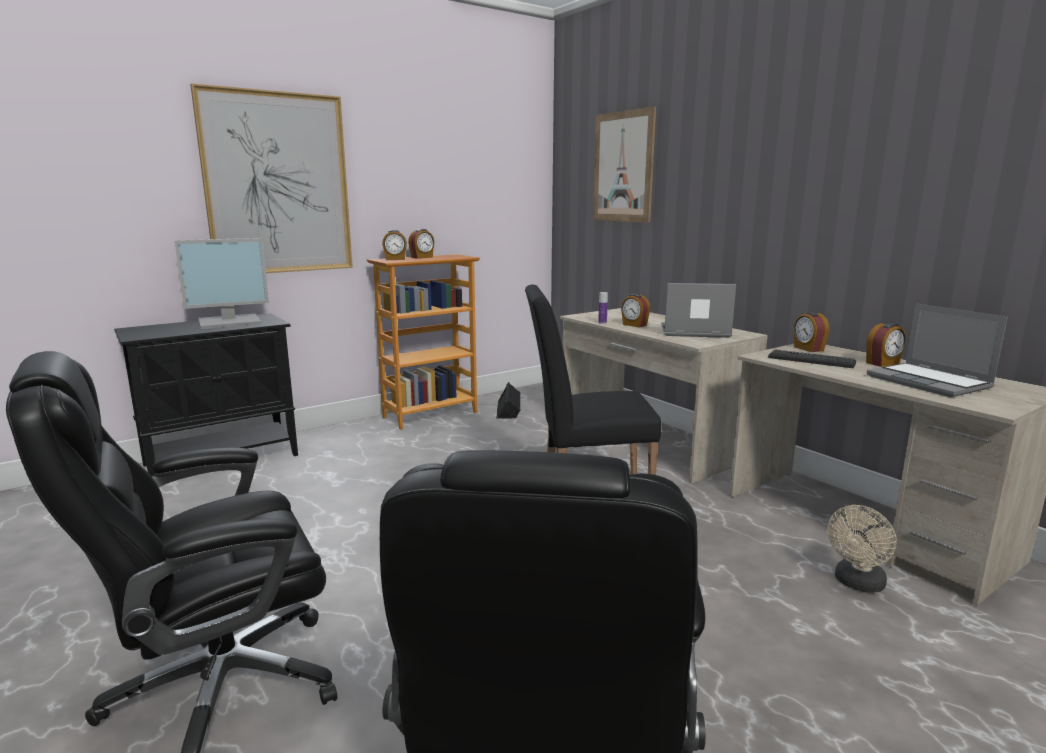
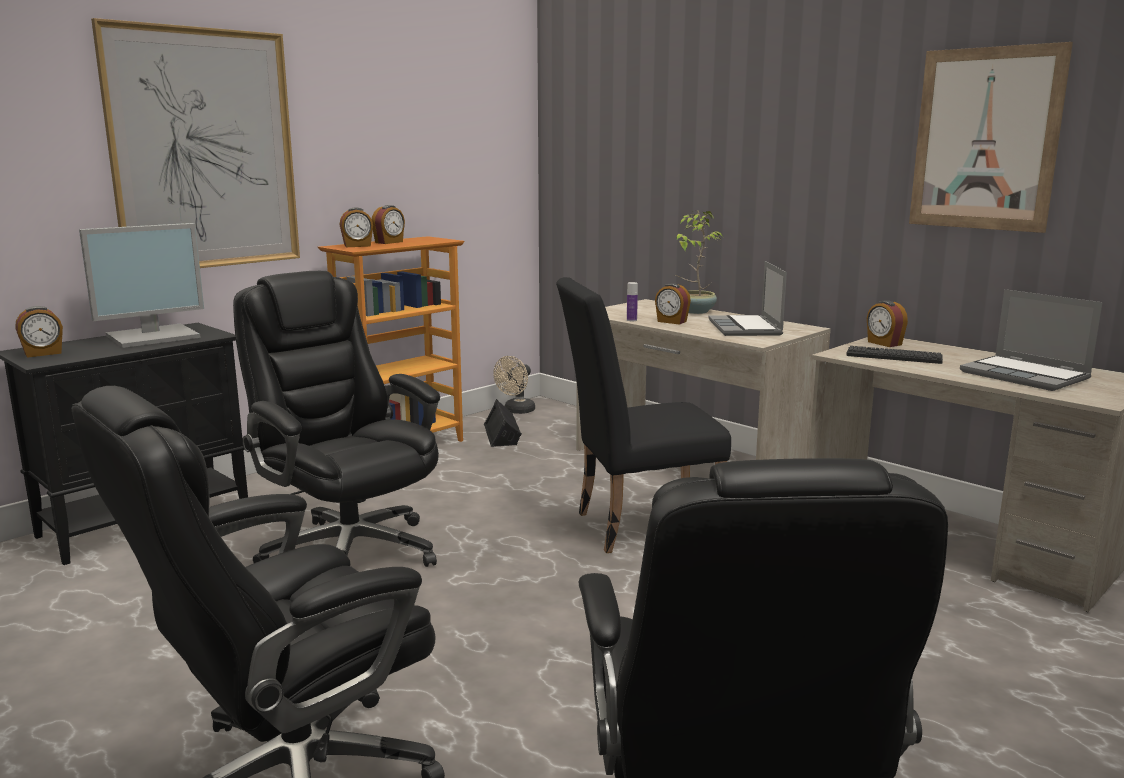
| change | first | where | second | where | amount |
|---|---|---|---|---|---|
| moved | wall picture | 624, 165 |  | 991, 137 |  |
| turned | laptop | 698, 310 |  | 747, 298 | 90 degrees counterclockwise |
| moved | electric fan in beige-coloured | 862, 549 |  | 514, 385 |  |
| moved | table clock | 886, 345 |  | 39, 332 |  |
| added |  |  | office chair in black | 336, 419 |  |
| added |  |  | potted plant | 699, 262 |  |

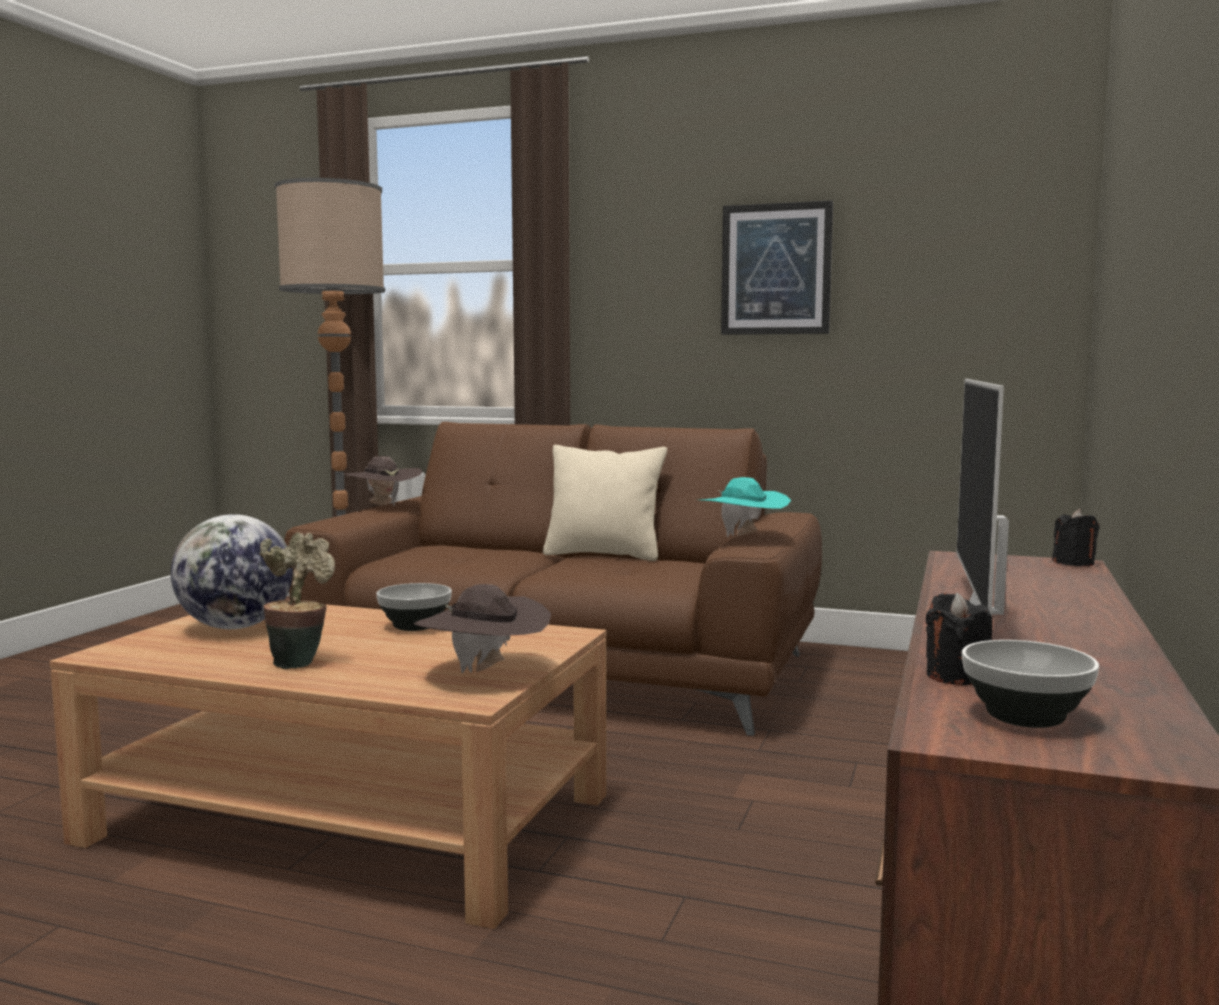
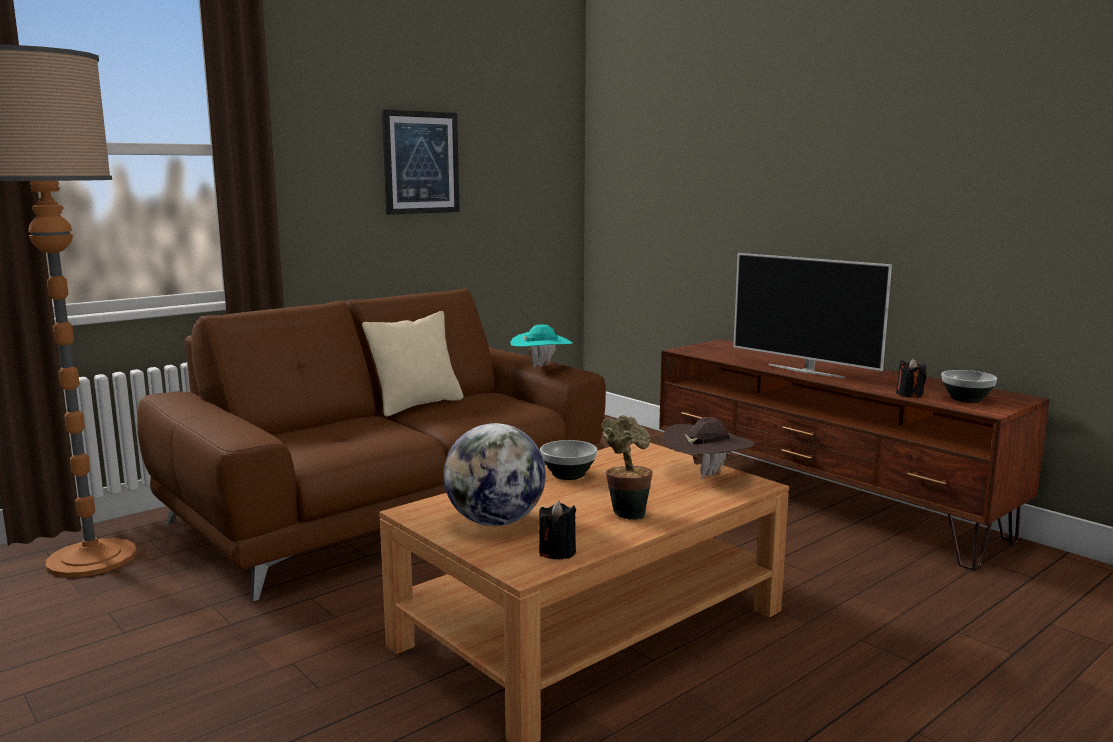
| change | first | where | second | where | amount |
|---|---|---|---|---|---|
| removed | hat in brown | 383, 481 |  |  |  |
| moved | wax candle in black | 1075, 537 |  | 557, 530 |  |

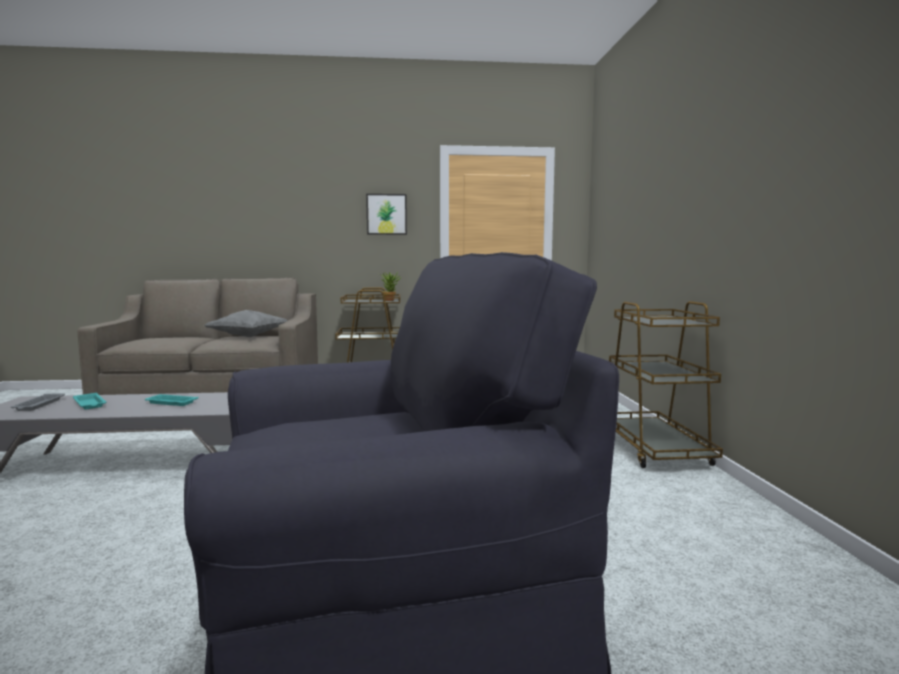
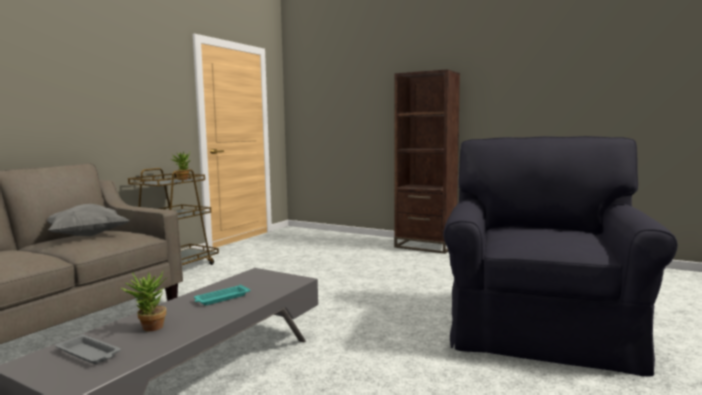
| change | first | where | second | where | amount |
|---|---|---|---|---|---|
| replaced | serving tray in blue-green | 89, 401 | potted plant | 143, 301 |  |
| removed | wall picture | 386, 214 |  |  |  |
| replaced | wheeled cart in brown | 666, 384 | bookcase in brown | 427, 161 |  |

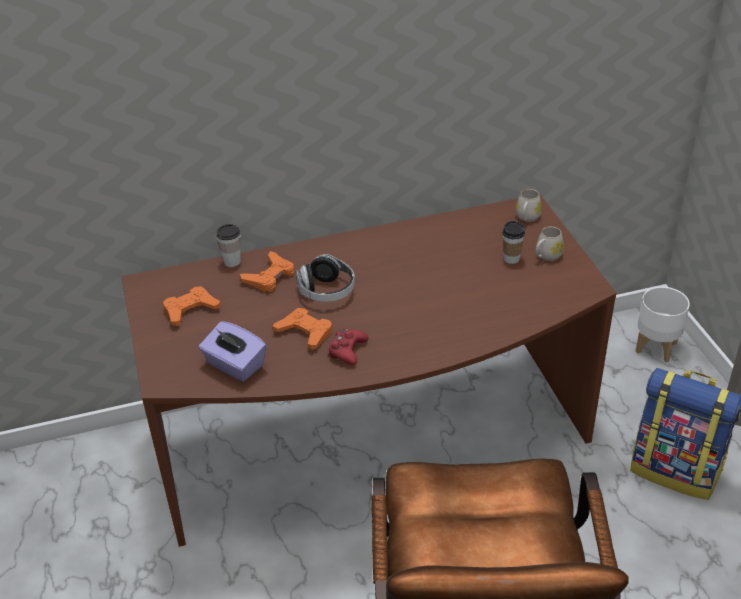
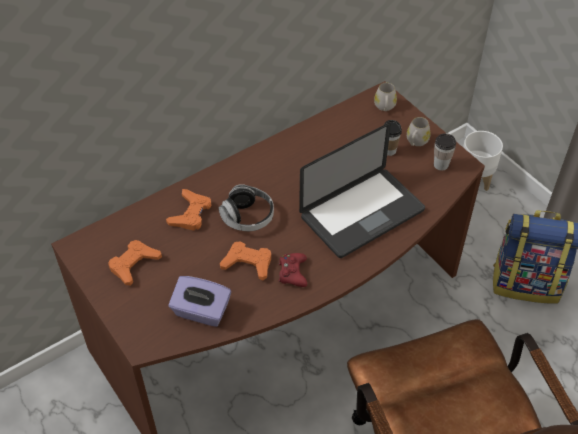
| change | first | where | second | where | amount |
|---|---|---|---|---|---|
| moved | small cup | 228, 245 |  | 445, 152 |  |
| added |  |  | laptop | 362, 190 |  |

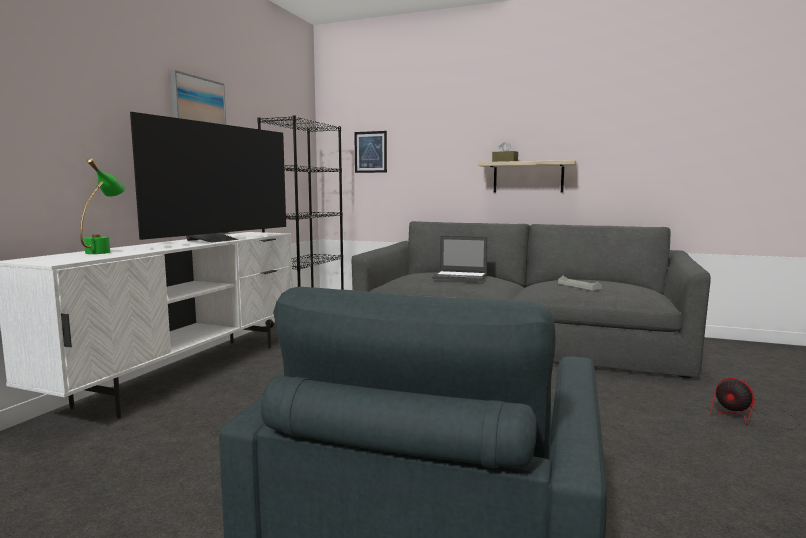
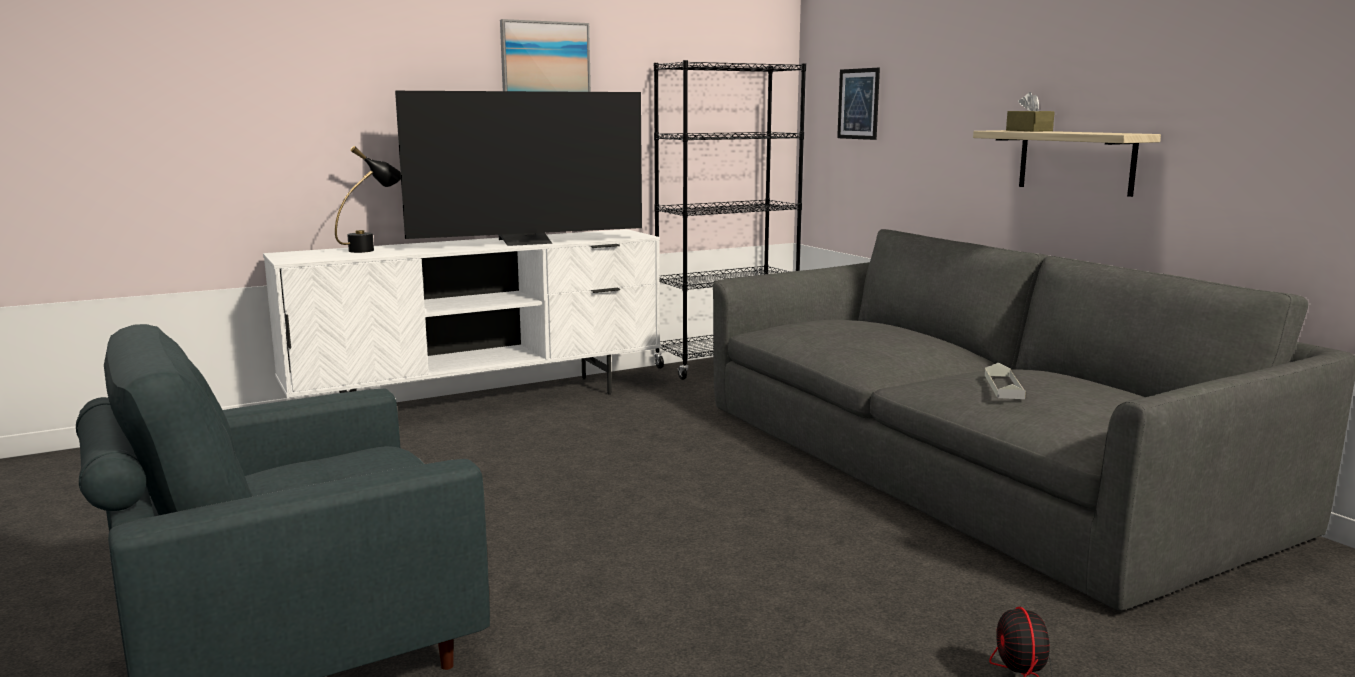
| change | first | where | second | where | amount |
|---|---|---|---|---|---|
| recoloured | lamp for a table in green | 102, 206 | lamp for a table in black | 368, 199 |  |
| removed | laptop | 460, 258 |  |  |  |

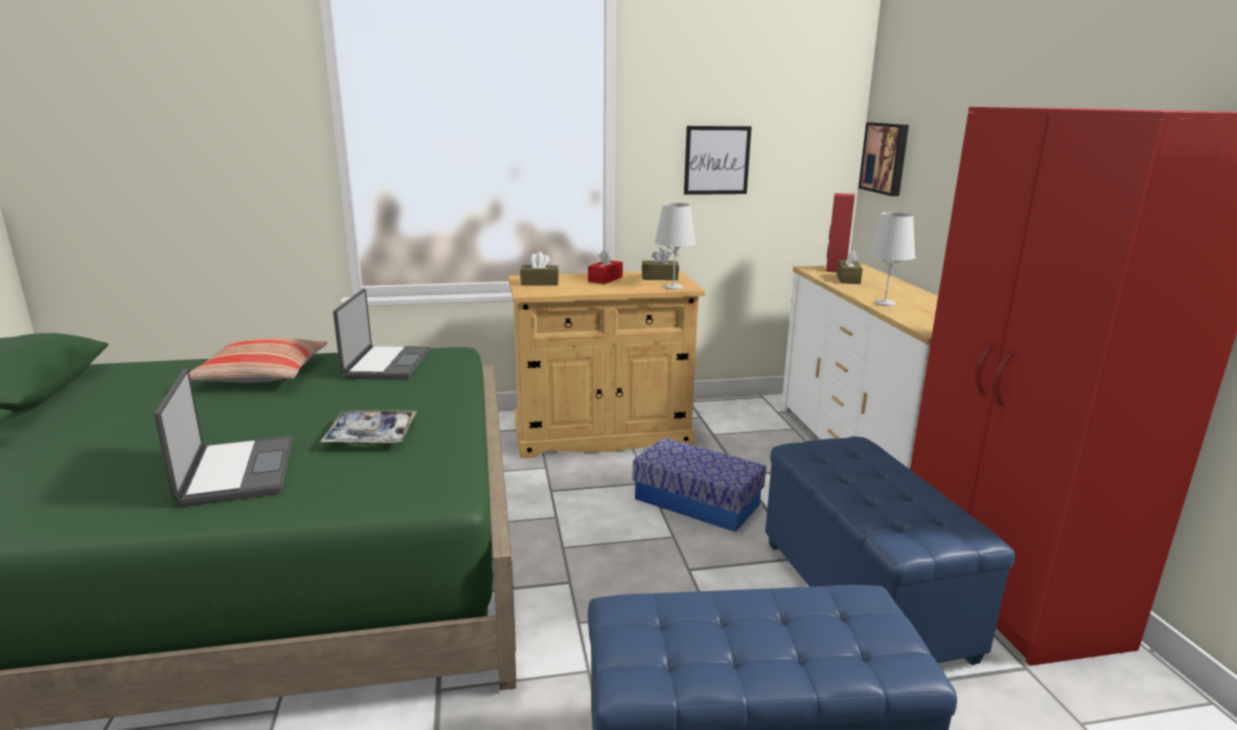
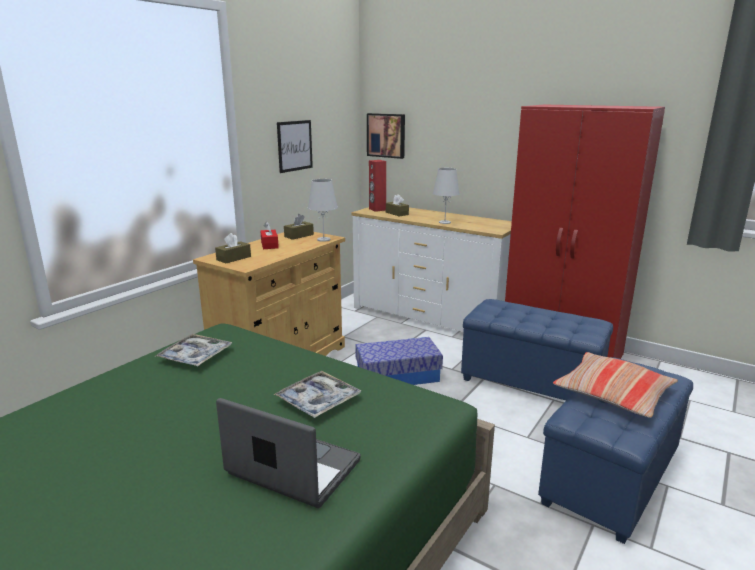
| change | first | where | second | where | amount |
|---|---|---|---|---|---|
| moved | pillow | 258, 360 |  | 615, 385 |  |
| replaced | laptop | 381, 334 | serving tray | 193, 350 |  |

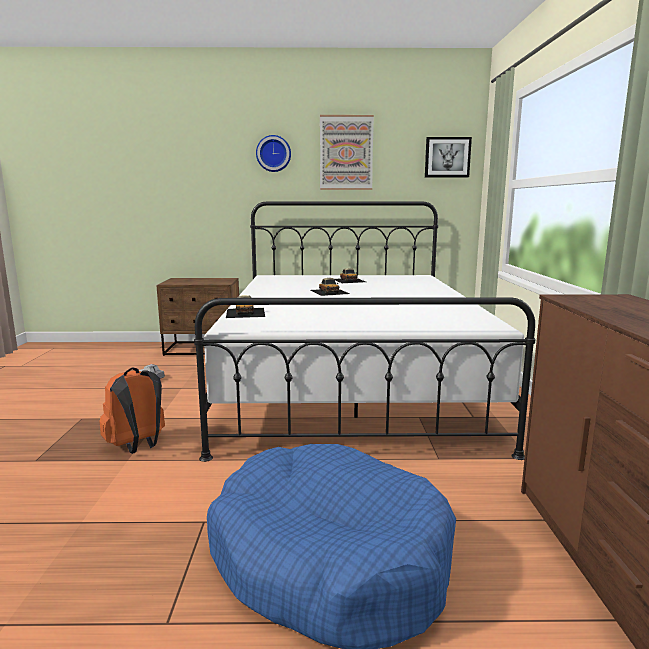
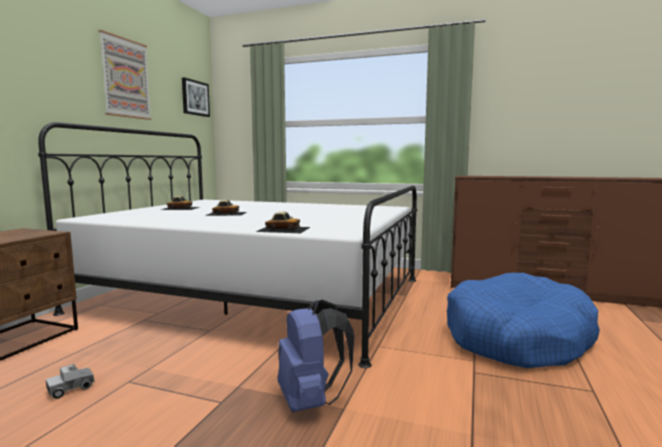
| change | first | where | second | where | amount |
|---|---|---|---|---|---|
| recoloured | knapsack in orange-coloured | 132, 410 | knapsack in blue | 315, 356 |  |
| removed | clock on the wall | 273, 153 |  |  |  |

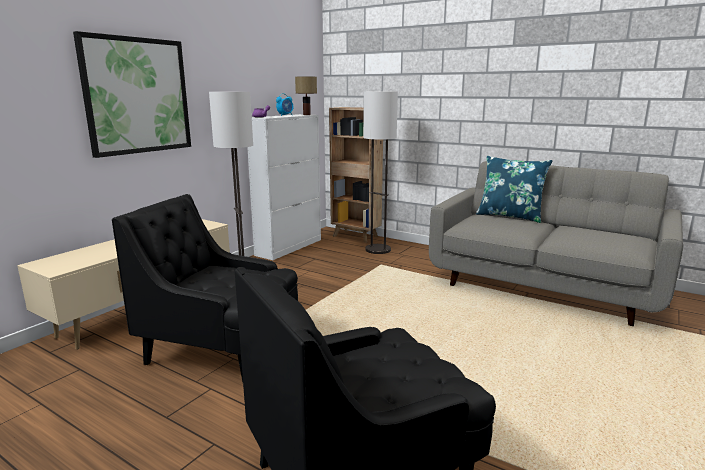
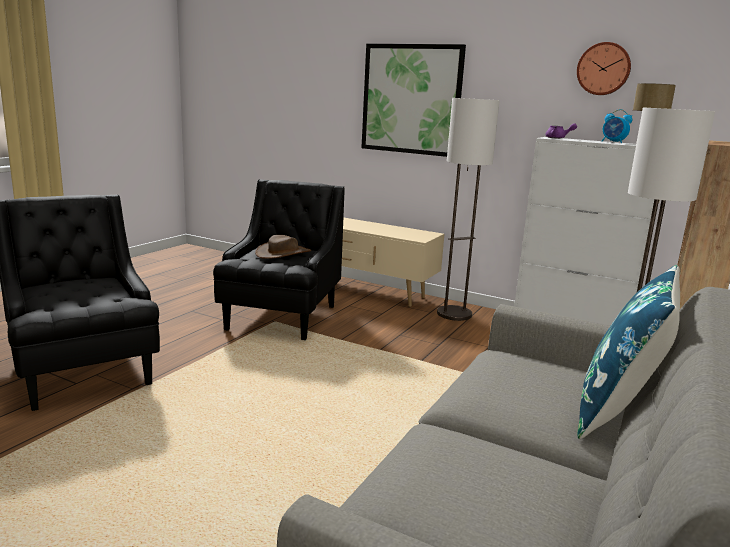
| change | first | where | second | where | amount |
|---|---|---|---|---|---|
| added |  |  | hat in brown | 283, 247 |  |
| added |  |  | clock on the wall | 604, 68 |  |

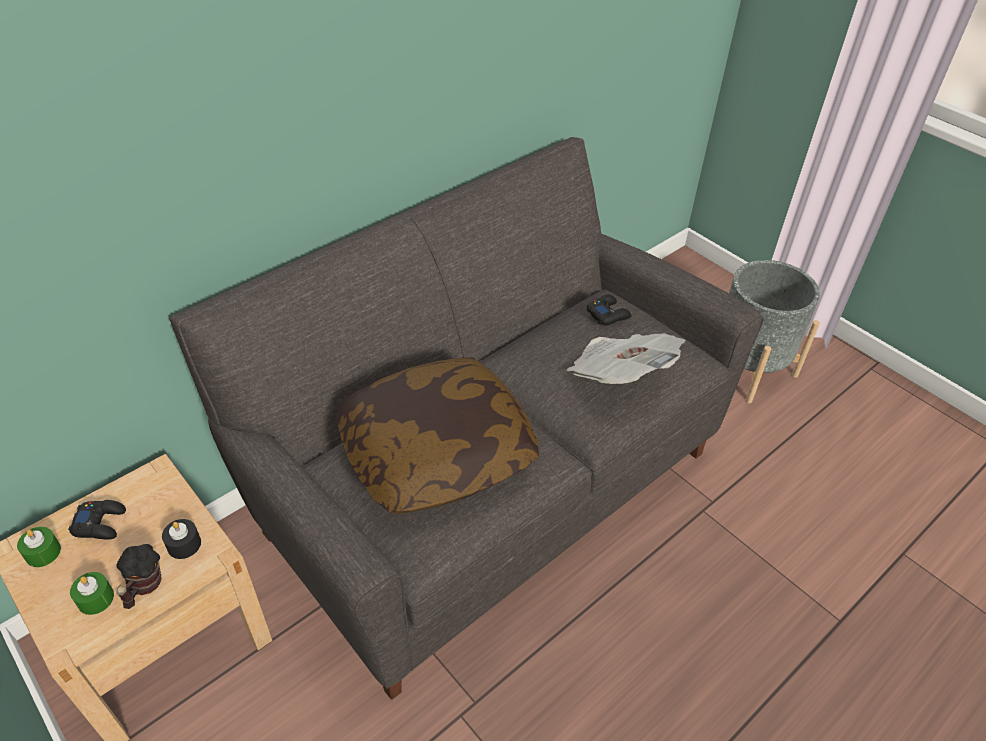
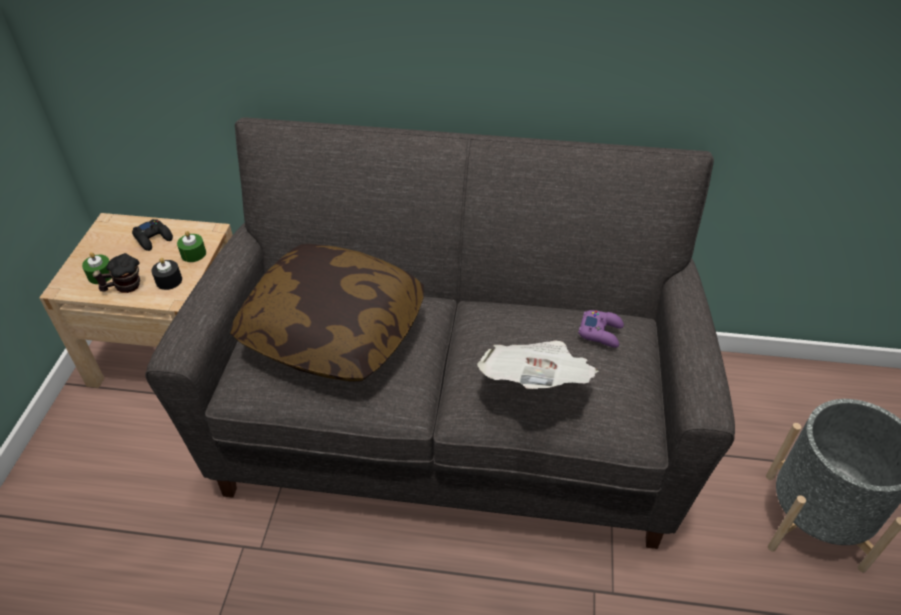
| change | first | where | second | where | amount |
|---|---|---|---|---|---|
| moved | wax candle in green | 39, 547 |  | 191, 246 |  |
| recoloured | joypad in black | 609, 309 | joypad in purple-coloured | 601, 329 |  |

